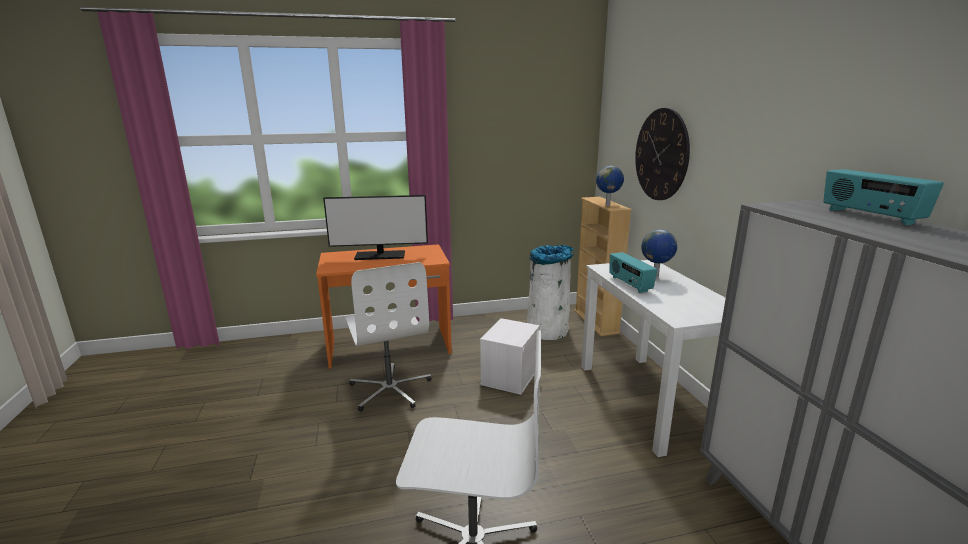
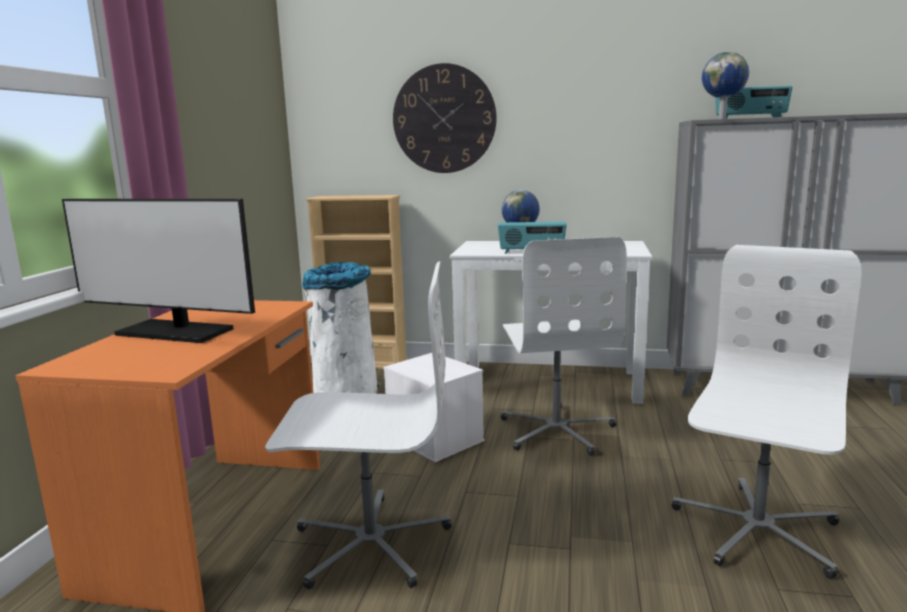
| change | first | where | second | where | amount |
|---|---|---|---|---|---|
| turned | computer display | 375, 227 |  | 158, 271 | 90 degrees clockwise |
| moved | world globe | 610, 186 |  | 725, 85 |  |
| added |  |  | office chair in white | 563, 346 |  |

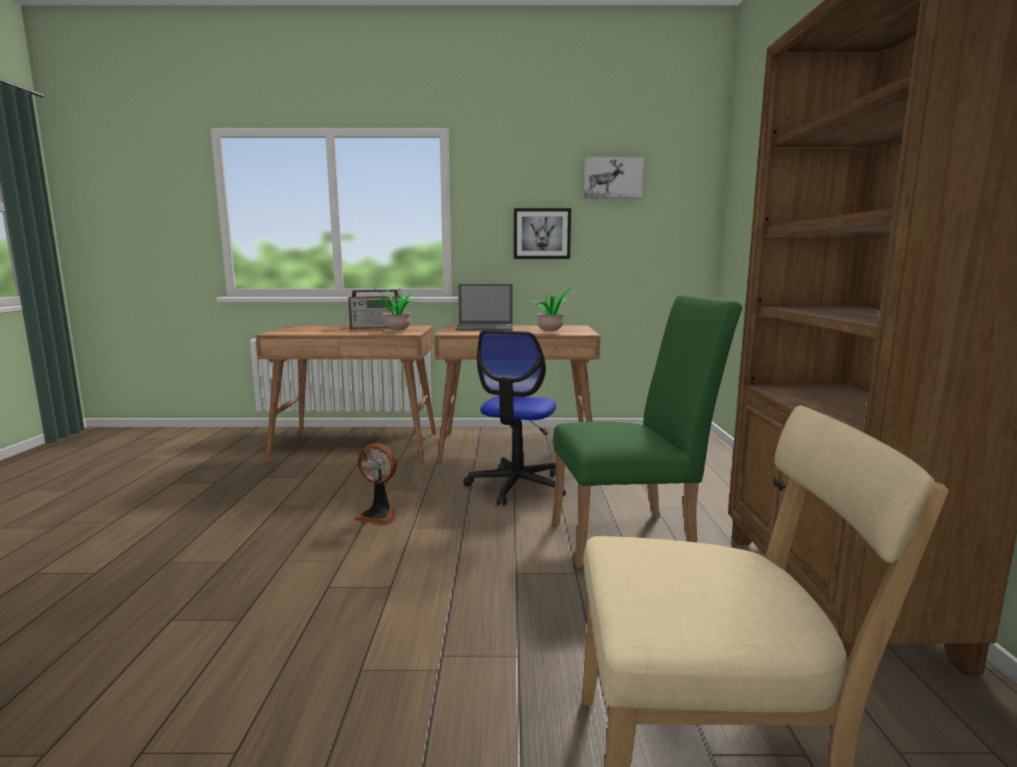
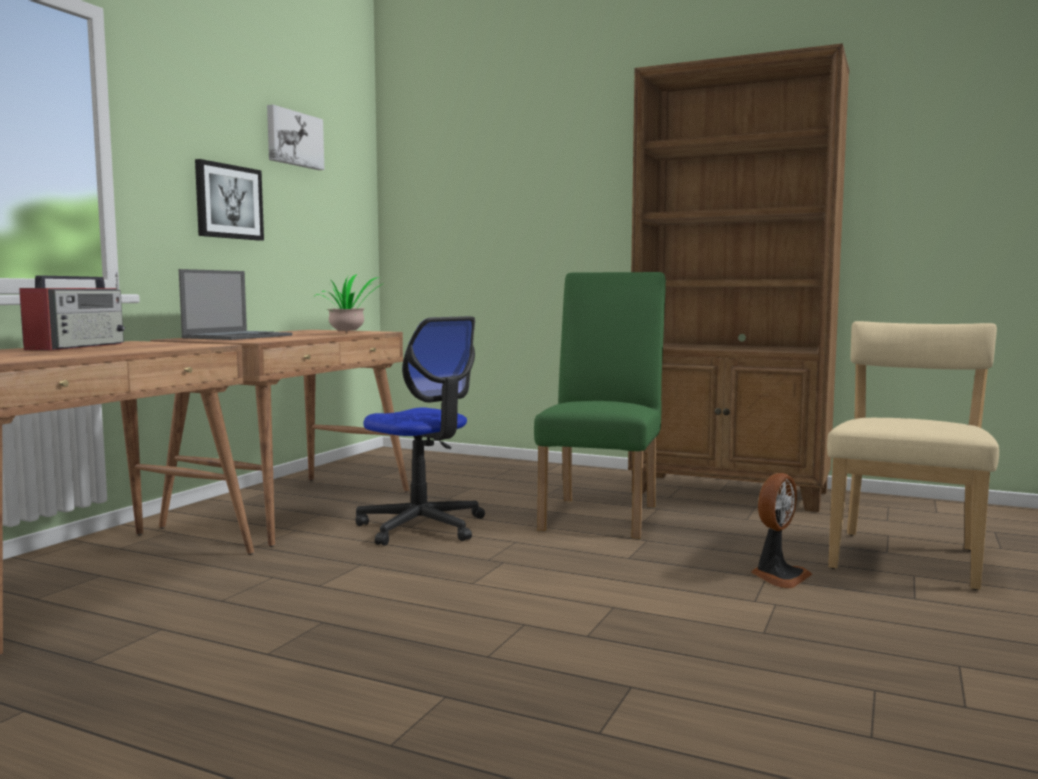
| change | first | where | second | where | amount |
|---|---|---|---|---|---|
| moved | electric fan | 375, 483 |  | 781, 530 |  |
| removed | potted plant | 392, 309 |  |  |  |

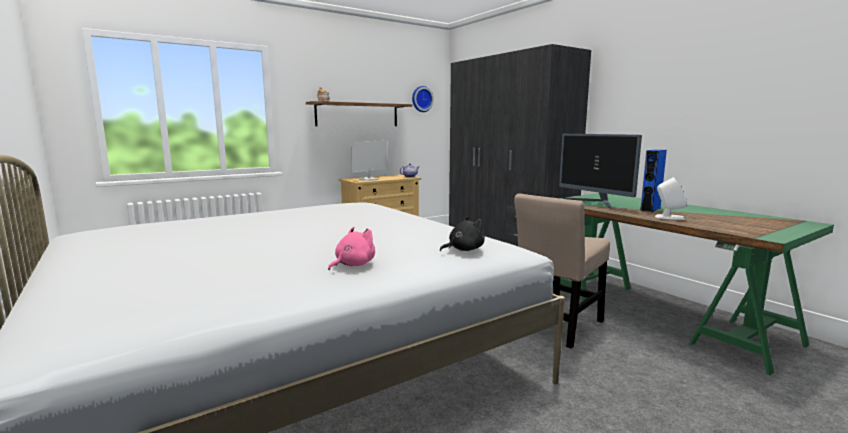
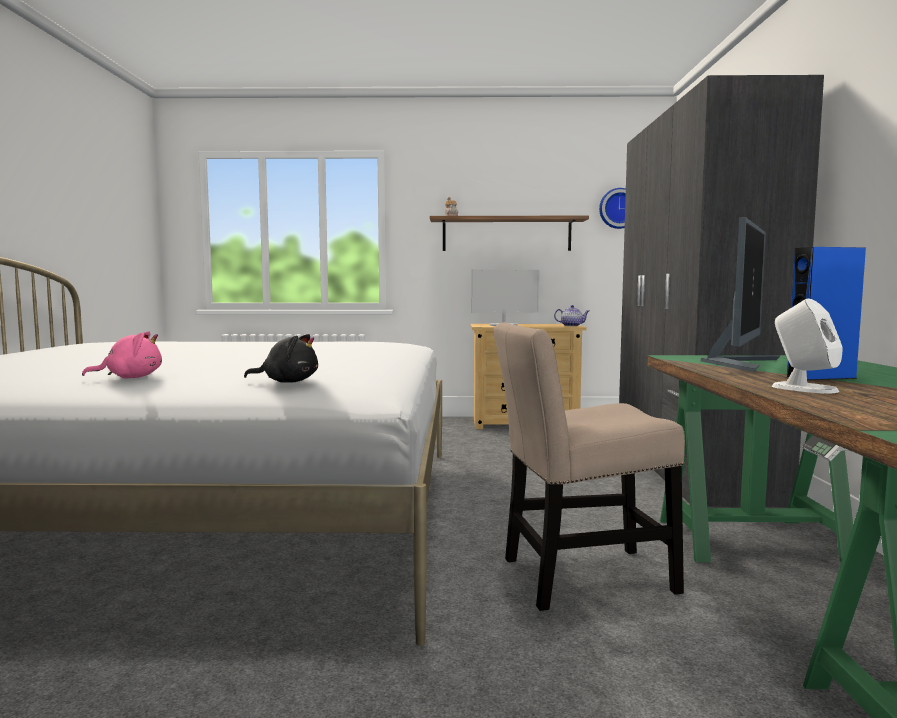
| change | first | where | second | where | amount |
|---|---|---|---|---|---|
| turned | computer display | 600, 171 |  | 740, 294 | 150 degrees counterclockwise |

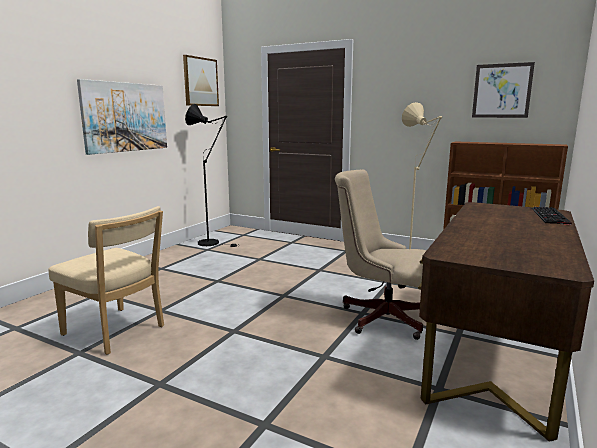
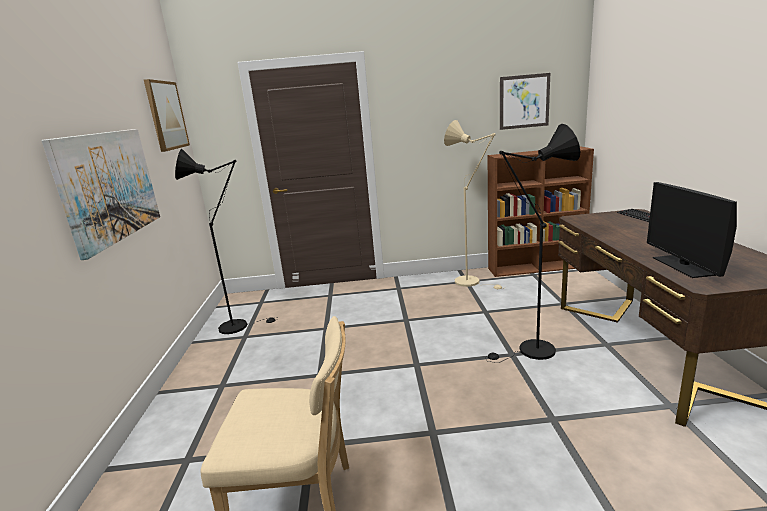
| change | first | where | second | where | amount |
|---|---|---|---|---|---|
| replaced | office chair in beige-coloured | 381, 254 | standing lamp in black | 533, 243 |  |
| added |  |  | computer display | 692, 230 |  |

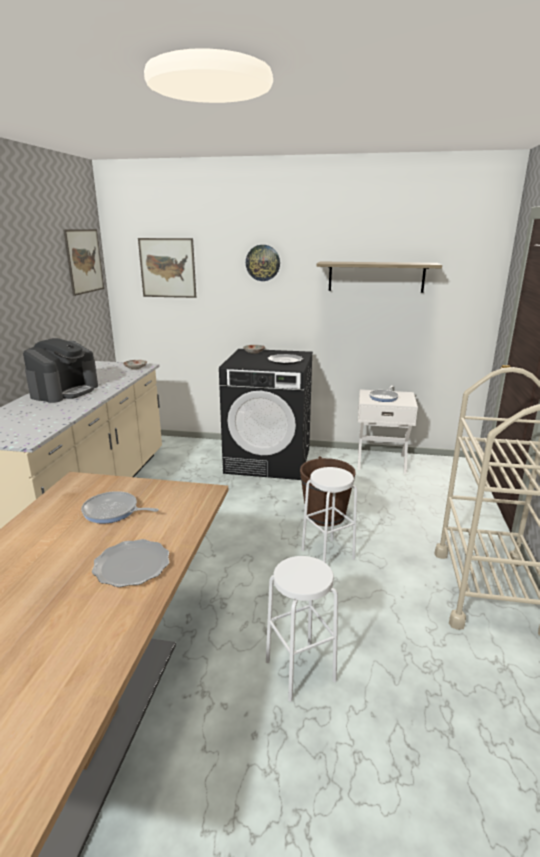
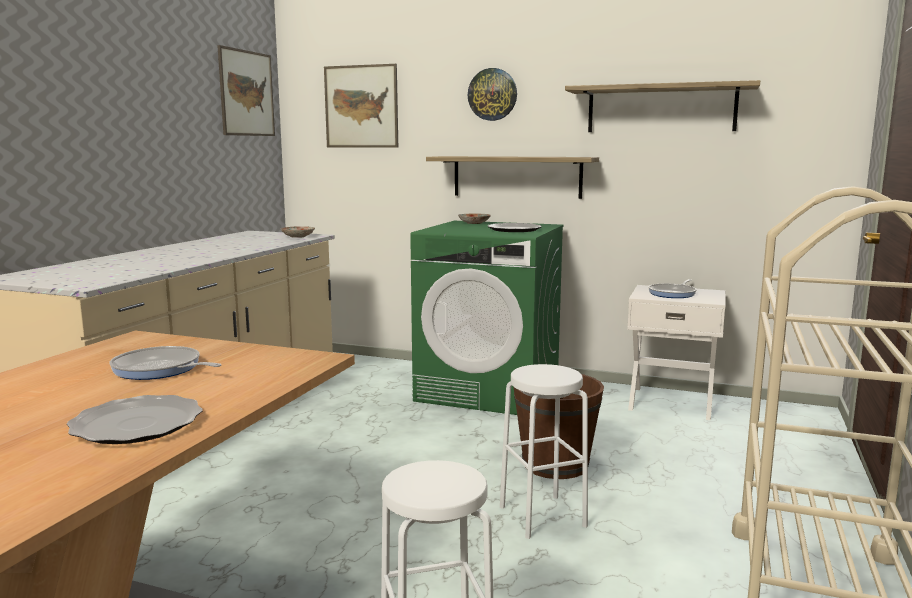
| change | first | where | second | where | amount |
|---|---|---|---|---|---|
| removed | coffee machine | 60, 370 |  |  |  |
| recoloured | laundry appliance in black | 266, 414 | laundry appliance in green | 487, 318 |  |
| added |  |  | wall shelf | 512, 177 |  |

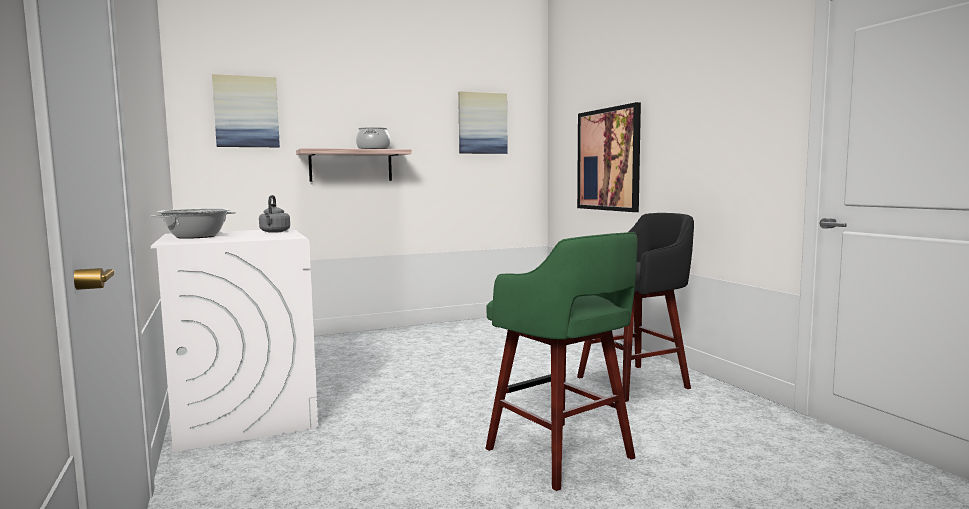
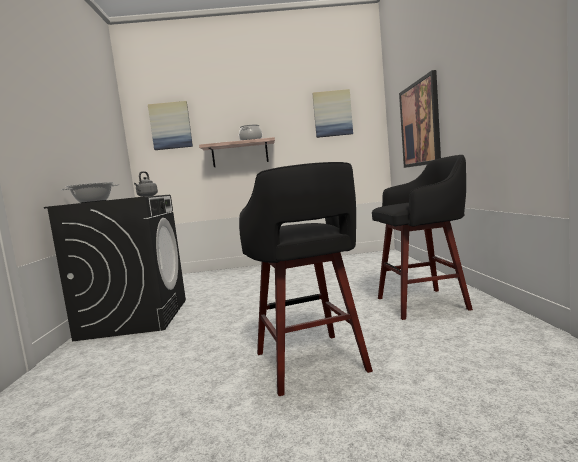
| change | first | where | second | where | amount |
|---|---|---|---|---|---|
| recoloured | laundry appliance in white | 234, 340 | laundry appliance in black | 115, 268 |  |
| recoloured | sitting stool in green | 562, 361 | sitting stool in black | 306, 279 |  |

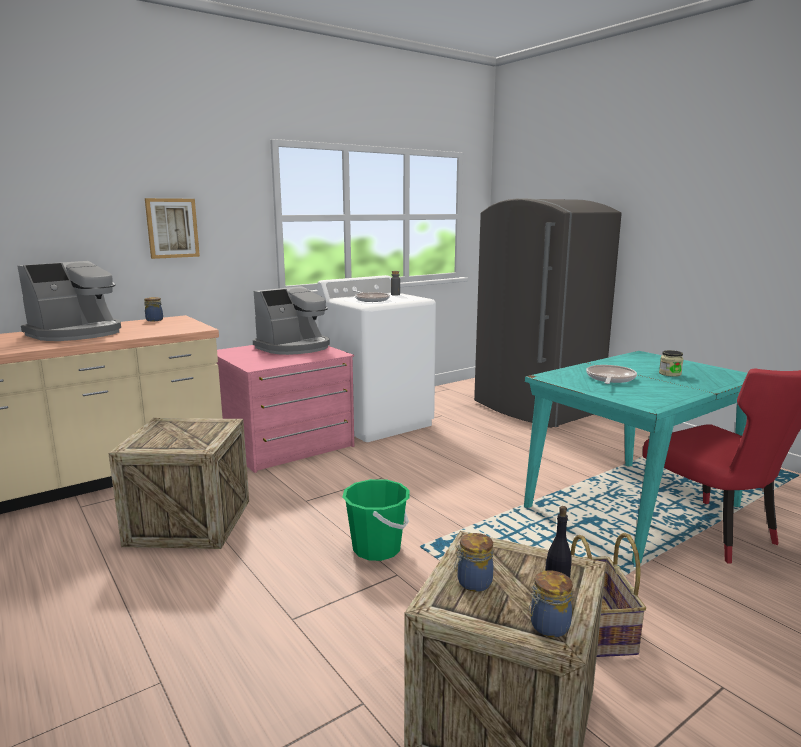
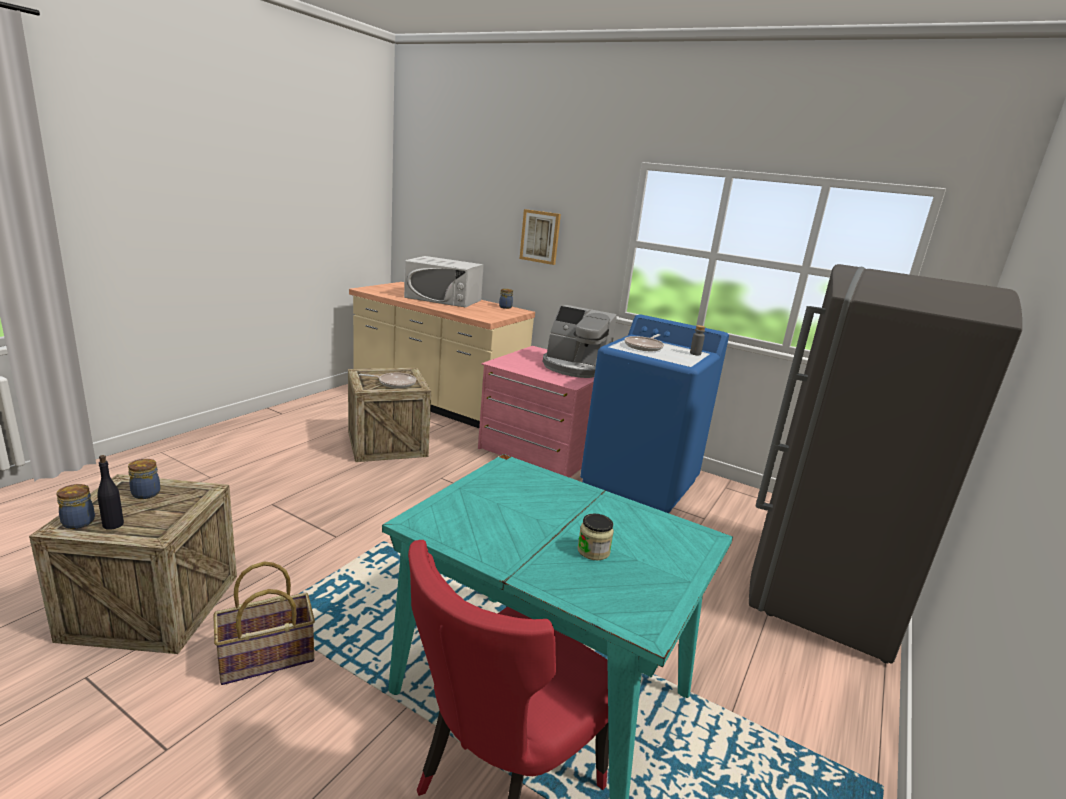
| change | first | where | second | where | amount |
|---|---|---|---|---|---|
| replaced | coffee machine | 69, 301 | kitchen microwave in white | 444, 282 |  |
| recoloured | laundry appliance in white | 376, 358 | laundry appliance in blue | 654, 413 |  |
| removed | bucket in green | 376, 520 |  |  |  |
| moved | frying pan | 611, 374 |  | 387, 380 |  |

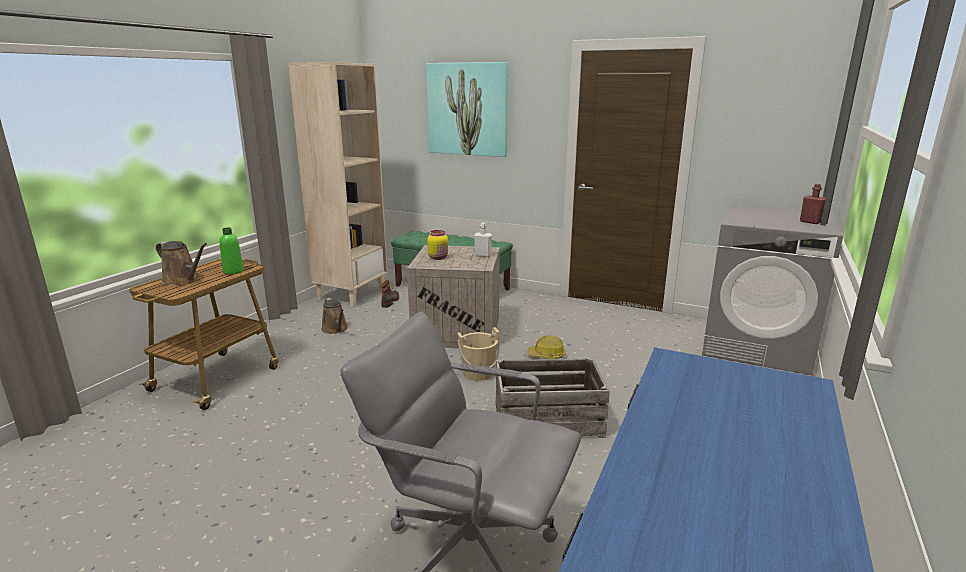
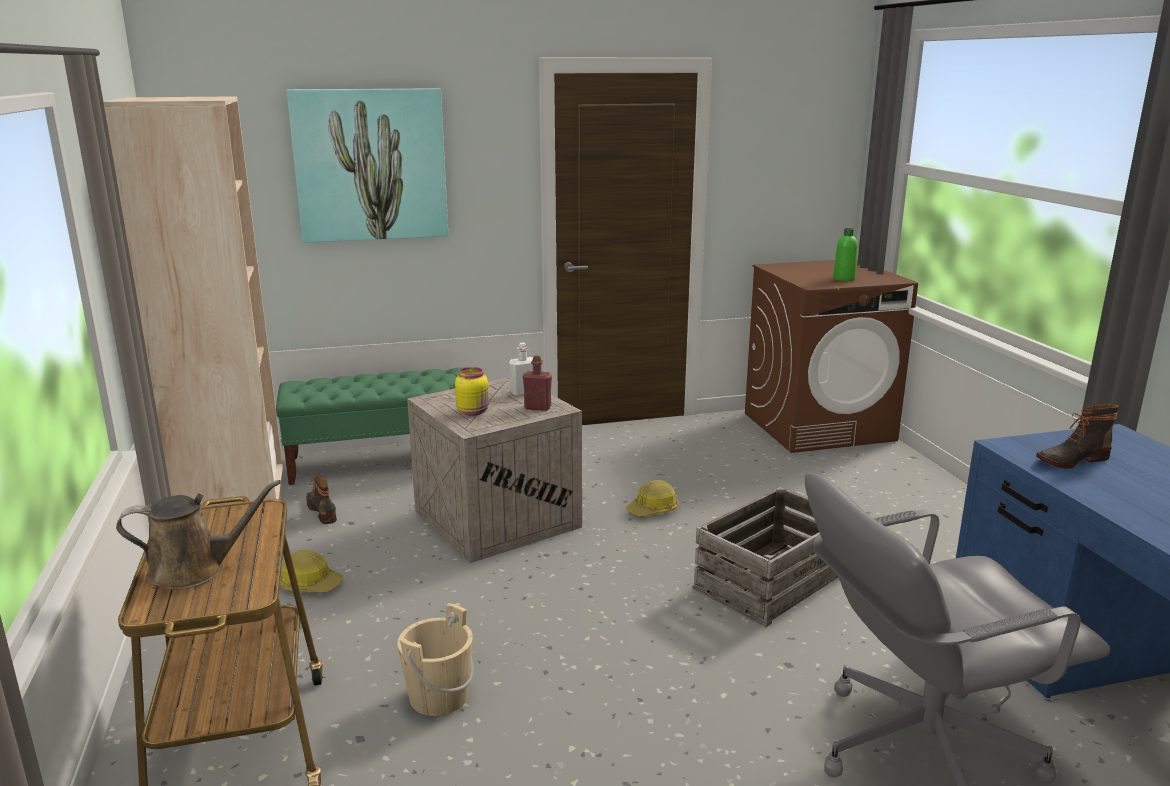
| change | first | where | second | where | amount |
|---|---|---|---|---|---|
| moved | beverage bottle in green | 231, 251 |  | 845, 254 |  |
| replaced | sprinkling can in brown | 334, 316 | work helmet | 312, 571 |  |
| moved | bucket in beige-coloured | 479, 354 |  | 435, 659 |  |
| recoloured | laundry appliance in grey | 772, 290 | laundry appliance in brown | 831, 356 |  |
| moved | beverage bottle in red | 813, 204 |  | 537, 383 |  |
| added |  |  | high-top boot | 1077, 436 |  |

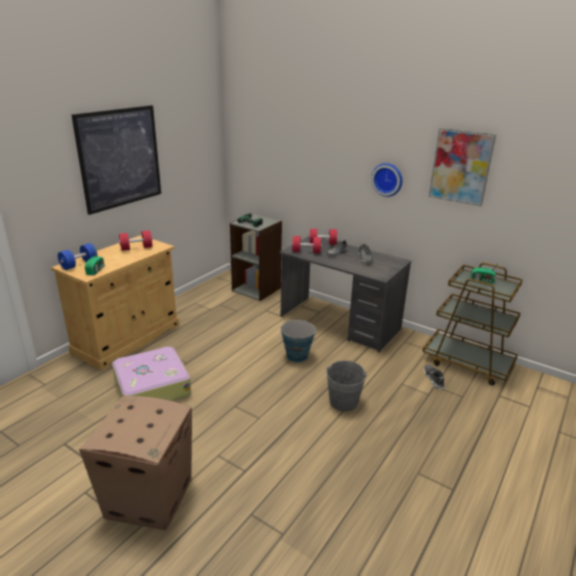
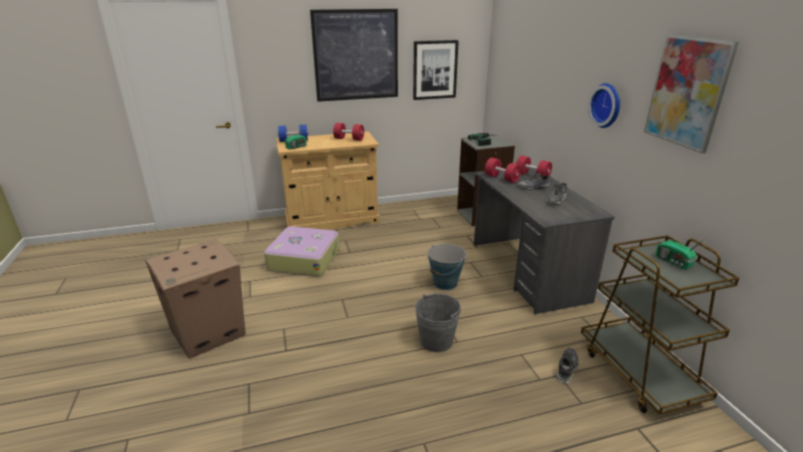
| change | first | where | second | where | amount |
|---|---|---|---|---|---|
| added |  |  | wall picture | 436, 70 |  |

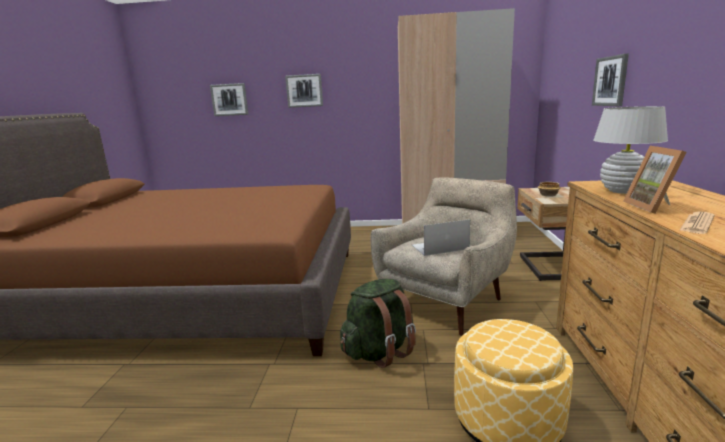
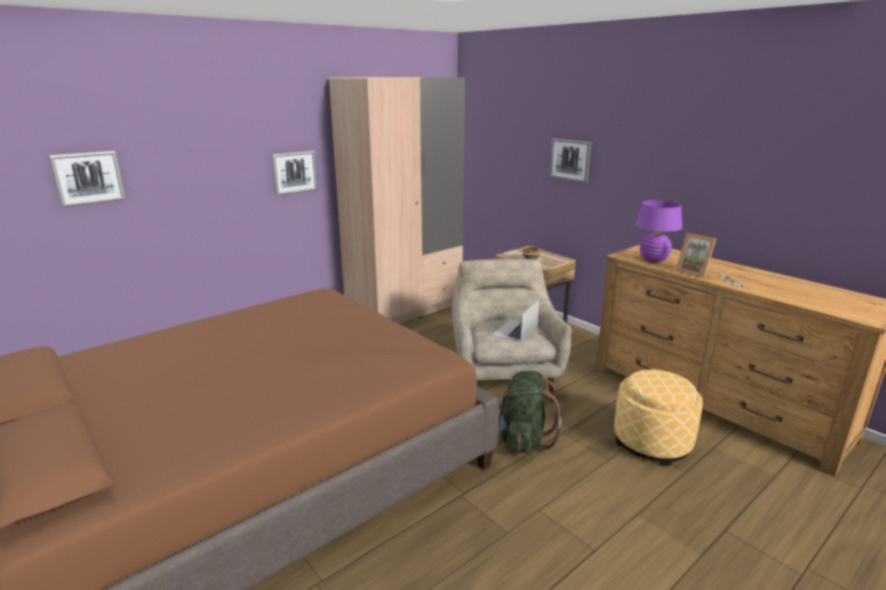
| change | first | where | second | where | amount |
|---|---|---|---|---|---|
| moved | wall picture | 304, 91 |  | 294, 173 |  |
| recoloured | lamp for a table in white | 630, 150 | lamp for a table in purple-coloured | 659, 231 |  |

